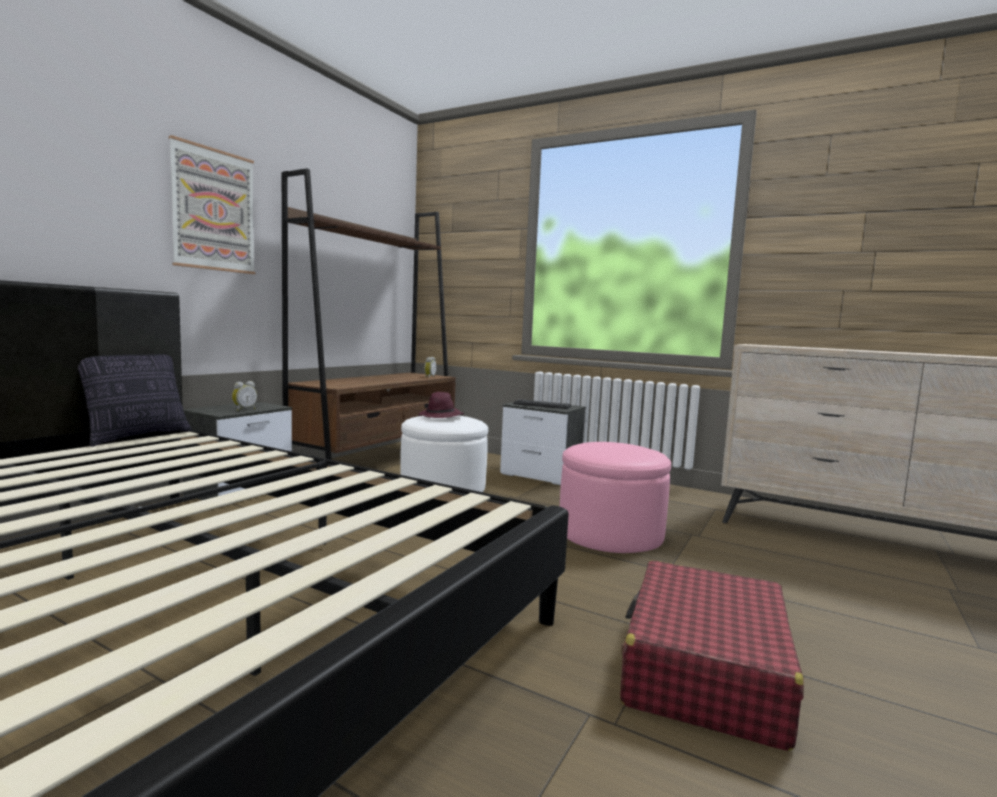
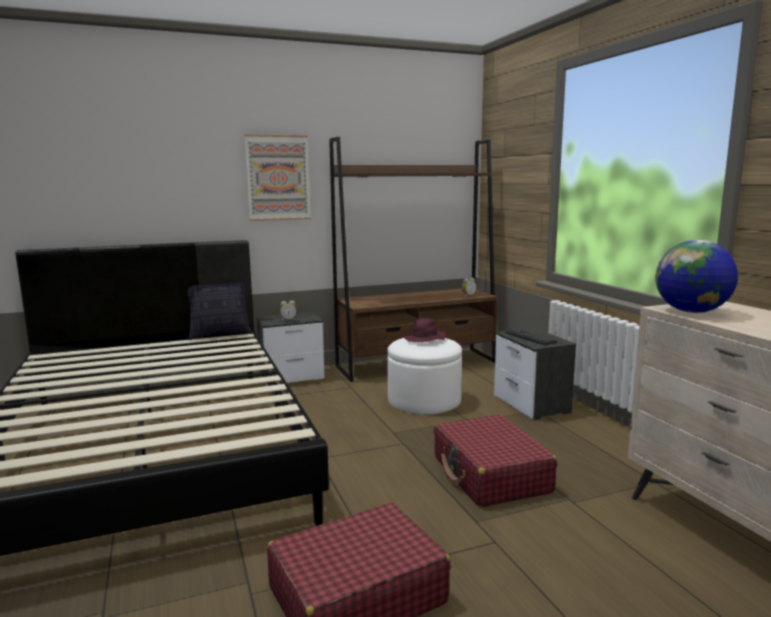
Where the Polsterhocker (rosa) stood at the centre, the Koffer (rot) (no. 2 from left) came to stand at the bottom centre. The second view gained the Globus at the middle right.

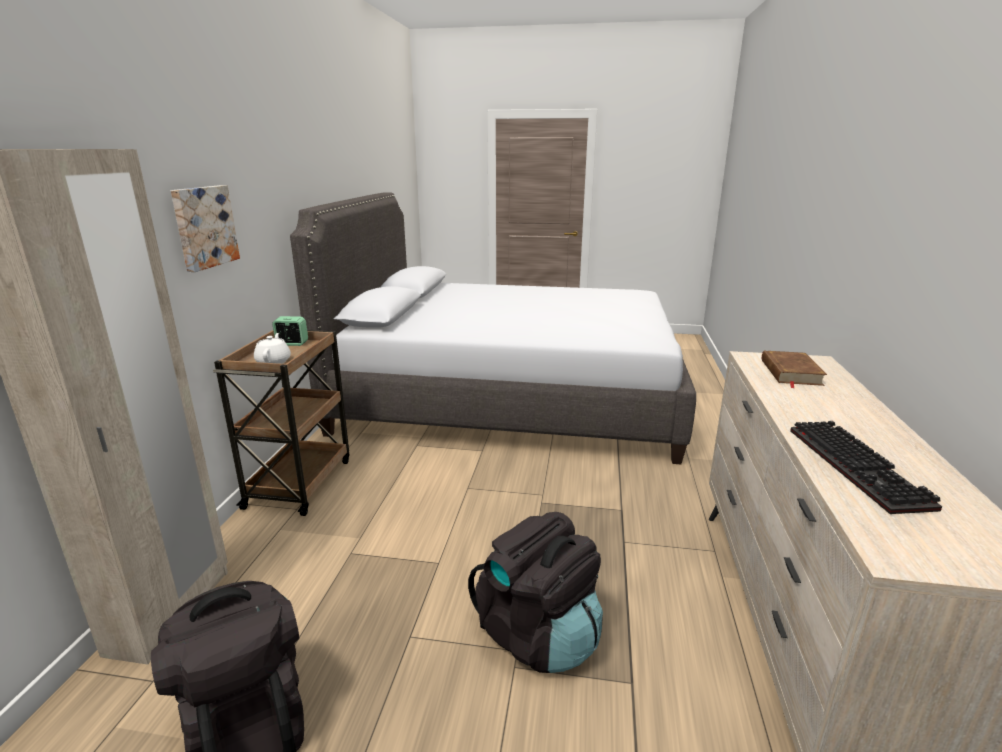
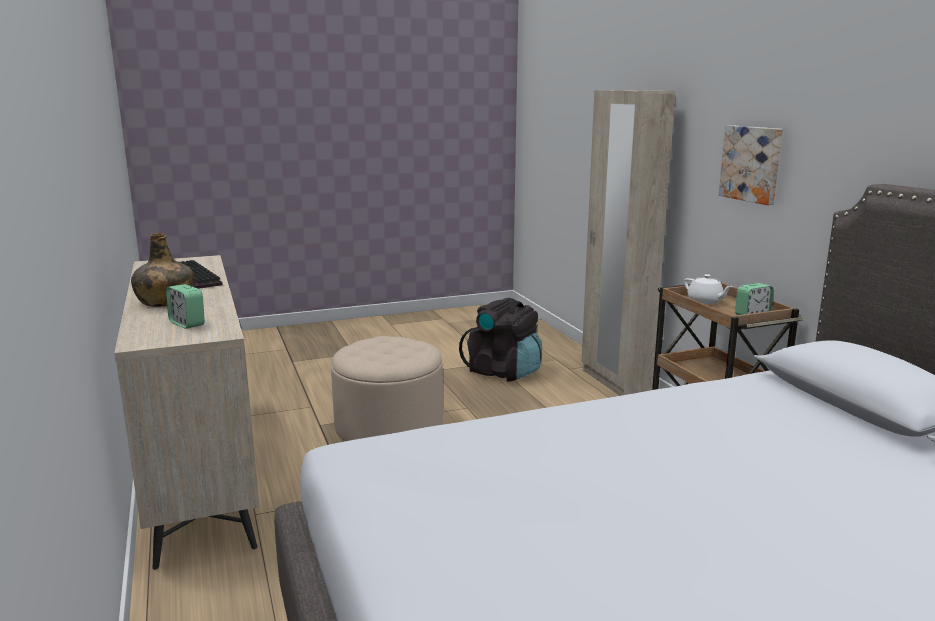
The second view gained the Flasche (grün) at the middle left. Where the Buch (braun) stood at the middle right, the Wecker (no. 1 from left) came to stand at the middle left. Where the Rucksack (schwarz) (no. 2 from left) stood at the bottom centre, the Polsterhocker (beige) came to stand at the centre.

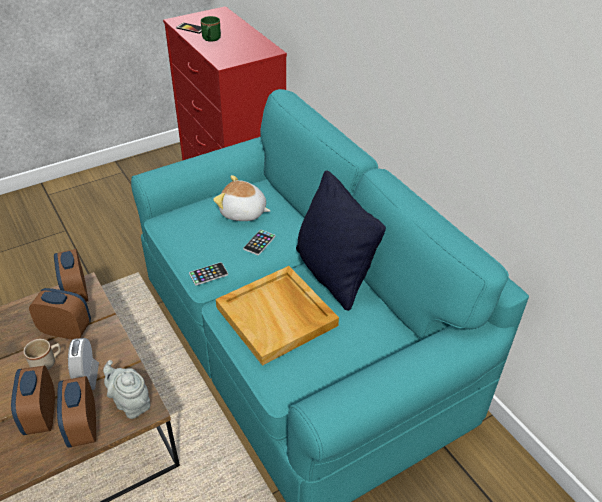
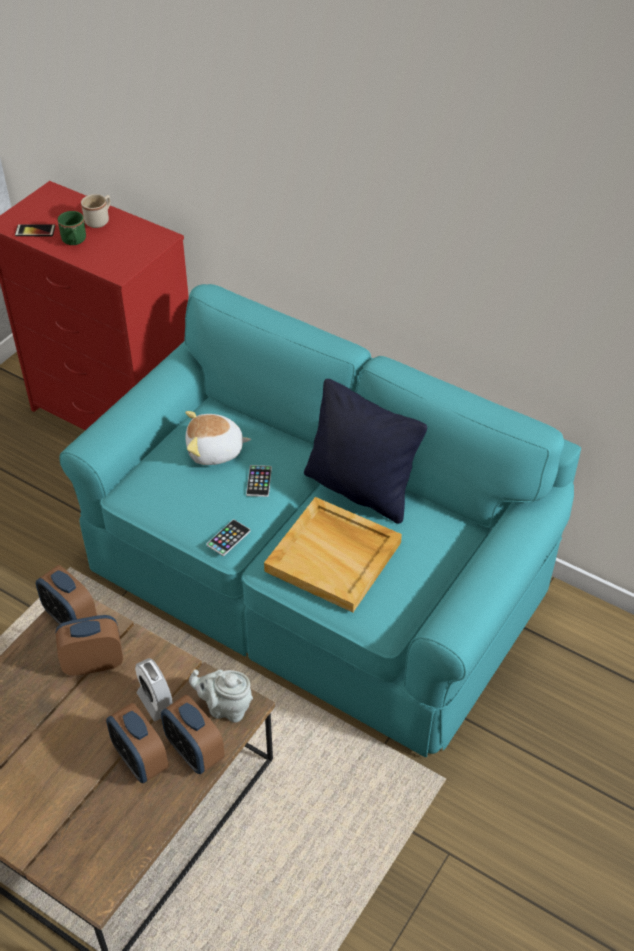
The Henkelbecher (beige) ended up elsewhere, having gone from the bottom left to the top left.

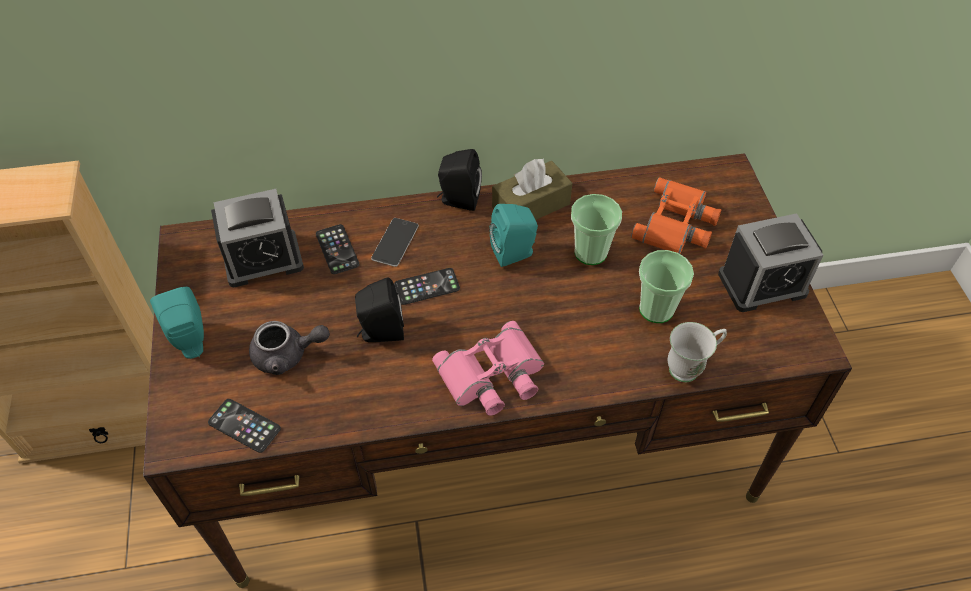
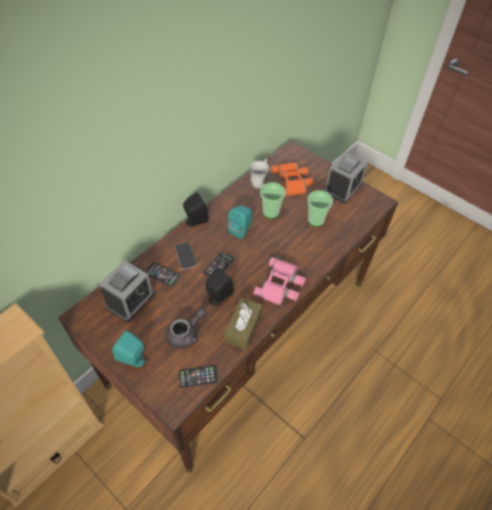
The Taschentuchbox (braun) ended up elsewhere, having gone from the top centre to the centre. The Henkelbecher (weiß) ended up elsewhere, having gone from the middle right to the centre.

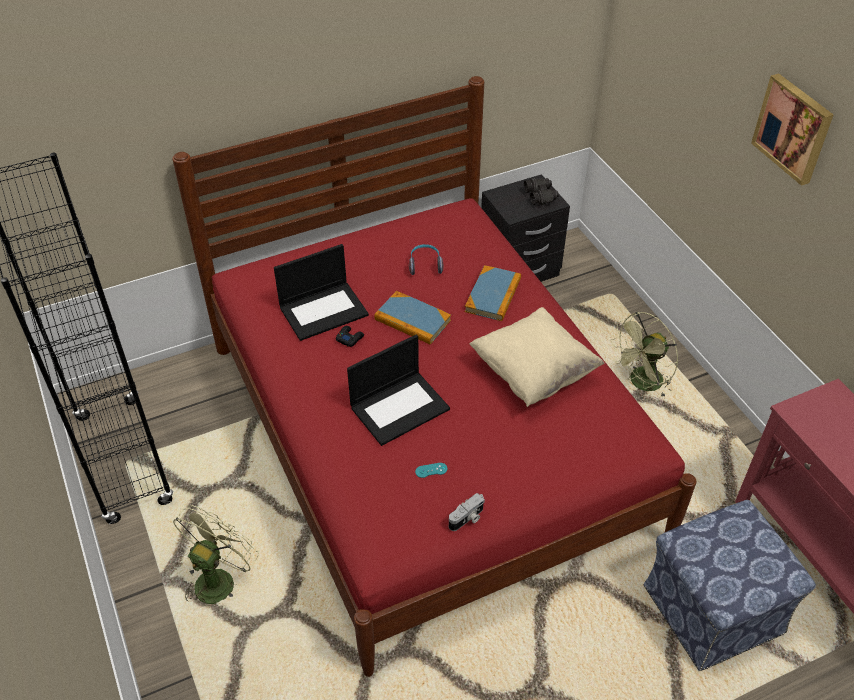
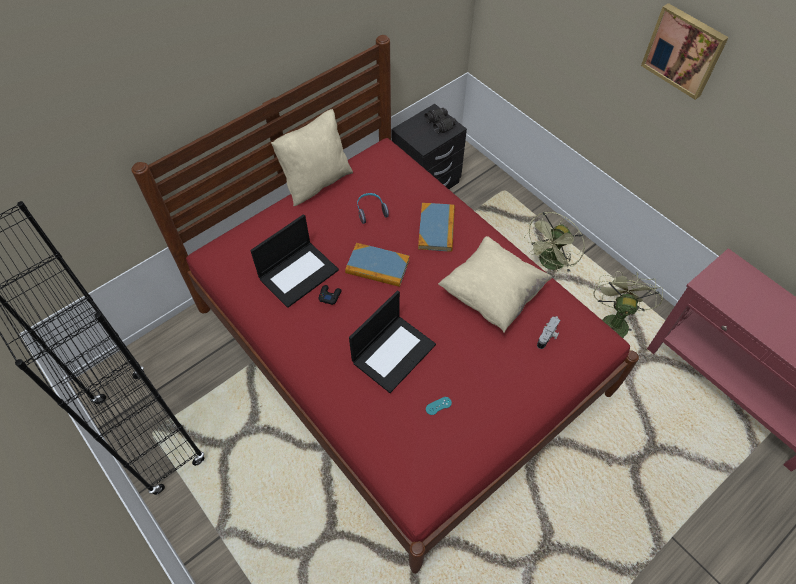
The second view gained the Kissen (beige) (no. 1 from left) at the top centre. The Kamera ended up elsewhere, having gone from the bottom centre to the middle right. The Ventilator (grün) (no. 1 from left in the first image) ended up elsewhere, having gone from the bottom left to the middle right. The second view lost the Polsterhocker at the bottom right.

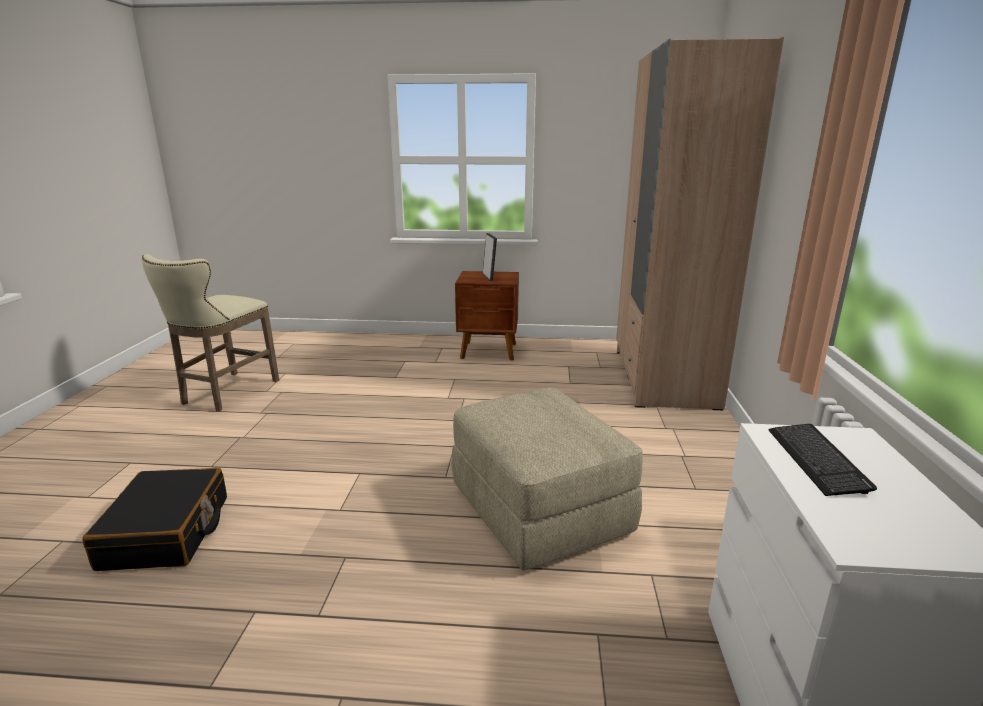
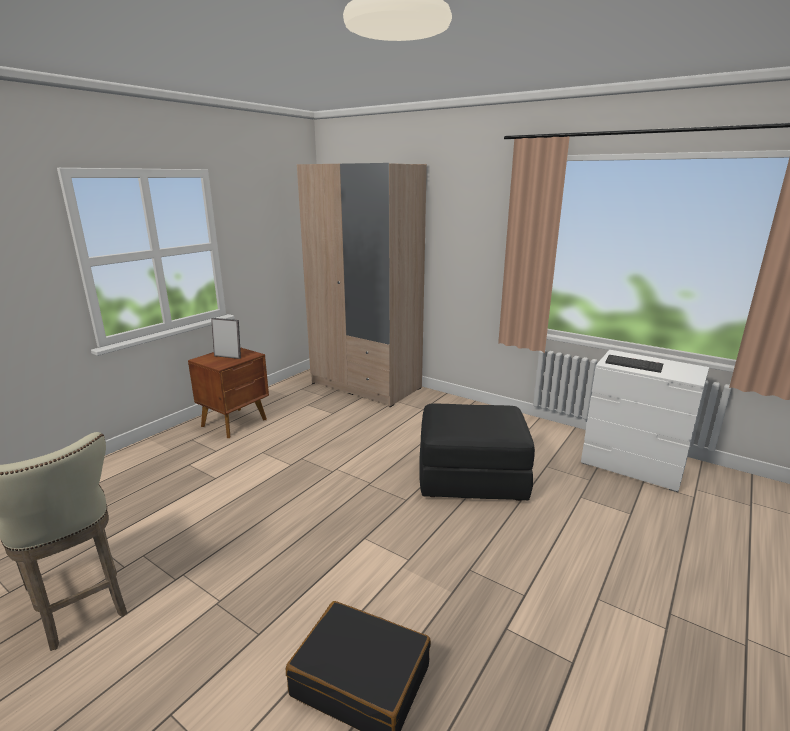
What was the Polsterhocker (beige) at the bottom centre turned into the Polsterhocker (schwarz) at the centre.

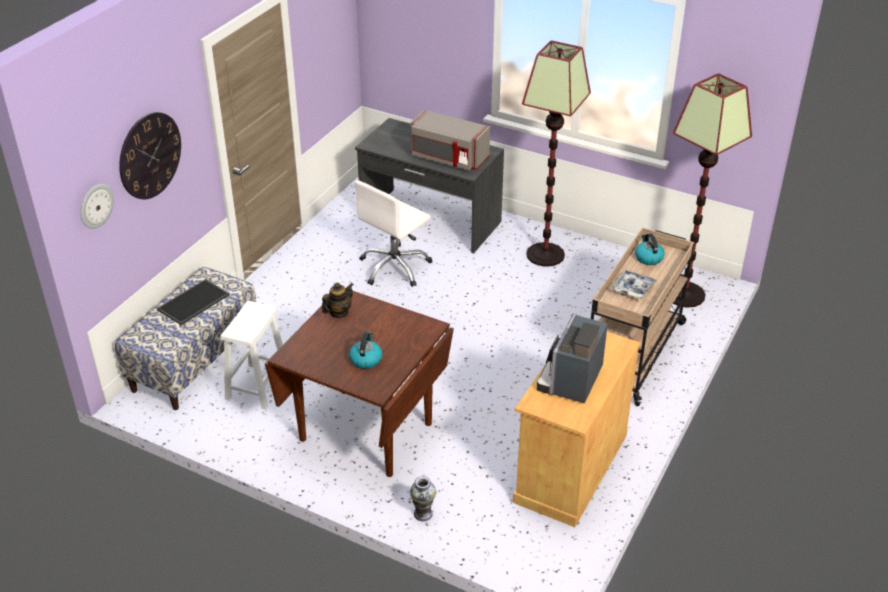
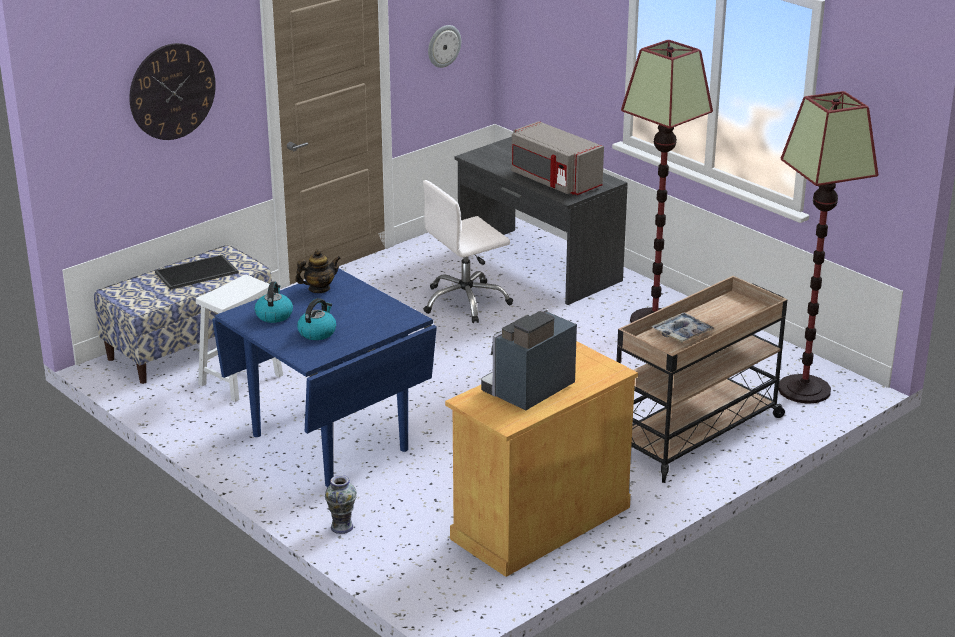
What was the Esstisch (braun) at the centre turned into the Esstisch (blau) at the centre. The Wasserkessel (no. 2 from left in the first image) ended up elsewhere, having gone from the middle right to the middle left. The Wanduhr (no. 1 from left in the first image) ended up elsewhere, having gone from the middle left to the top centre.

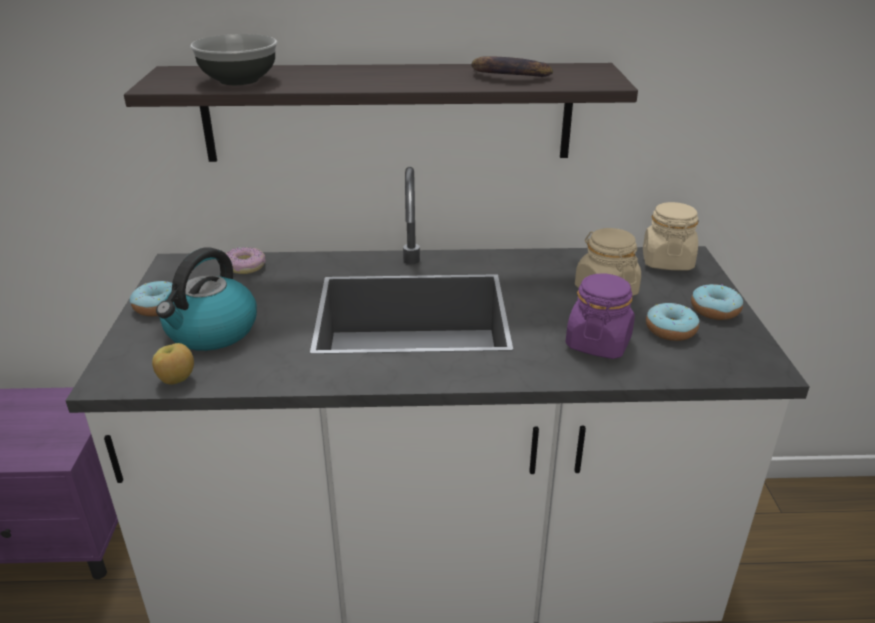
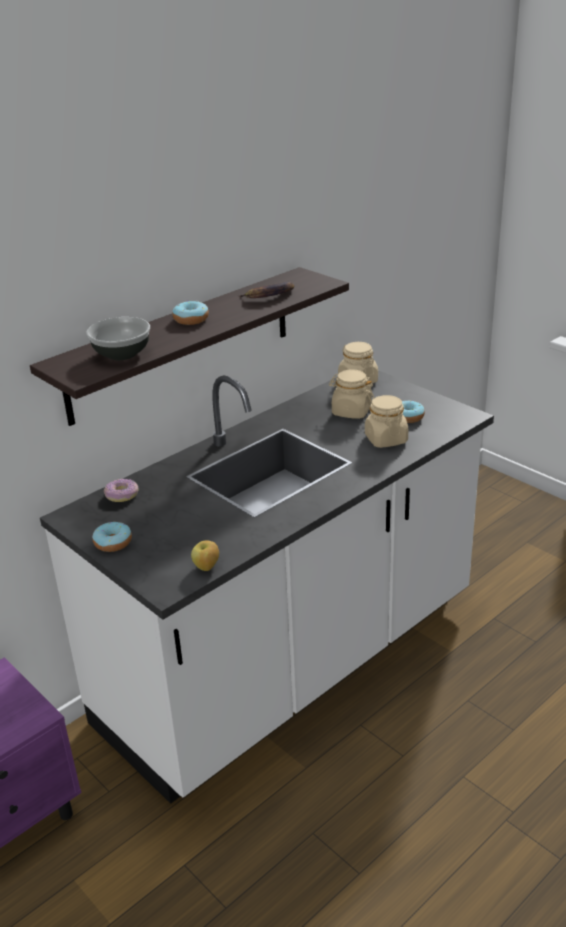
The Donut (no. 4 from left in the first image) ended up elsewhere, having gone from the middle right to the centre. What was the Vorratsglas (lila) at the middle right turned into the Vorratsglas (beige) (no. 3 from left) at the middle right. The second view lost the Wasserkessel at the middle left.

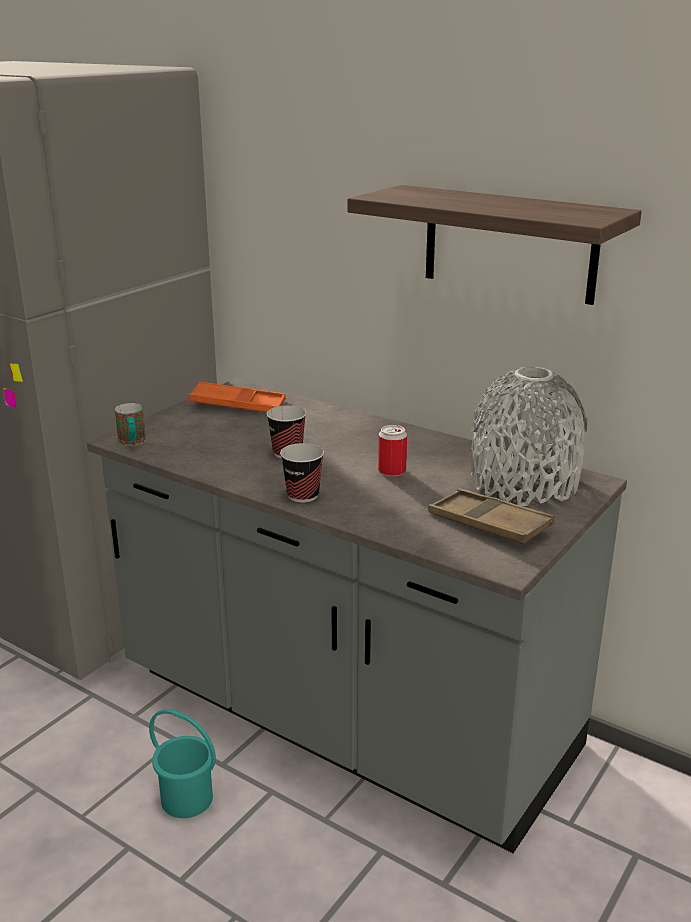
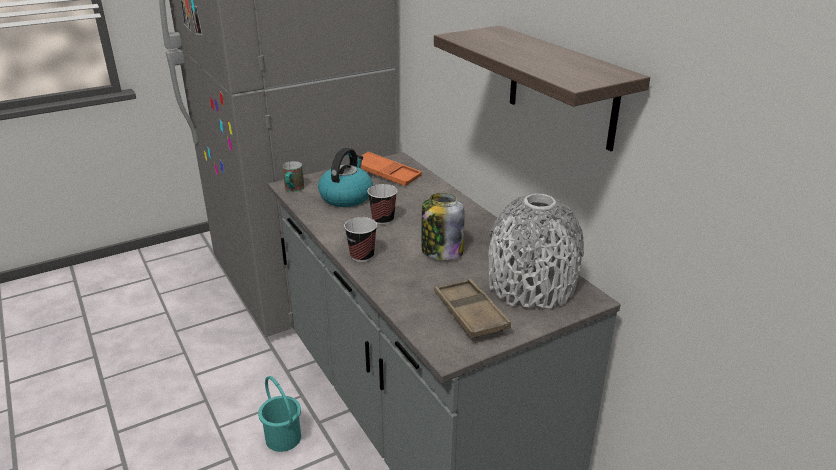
The second view gained the Wasserkessel at the centre. Where the Dose stood at the centre, the Vorratsglas came to stand at the centre.

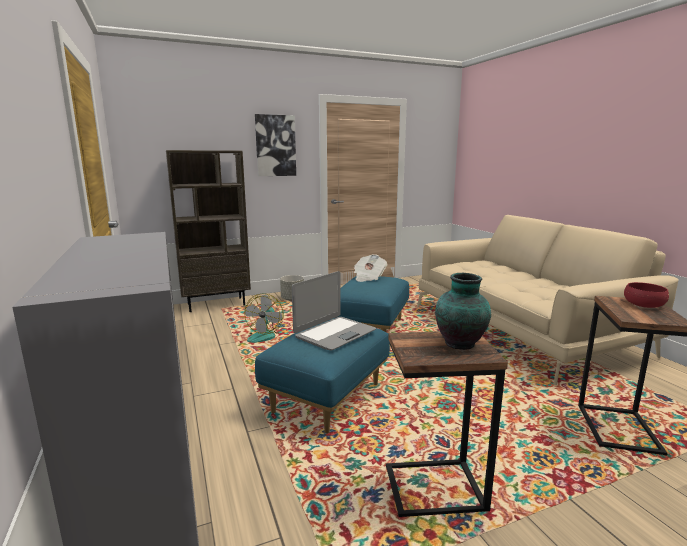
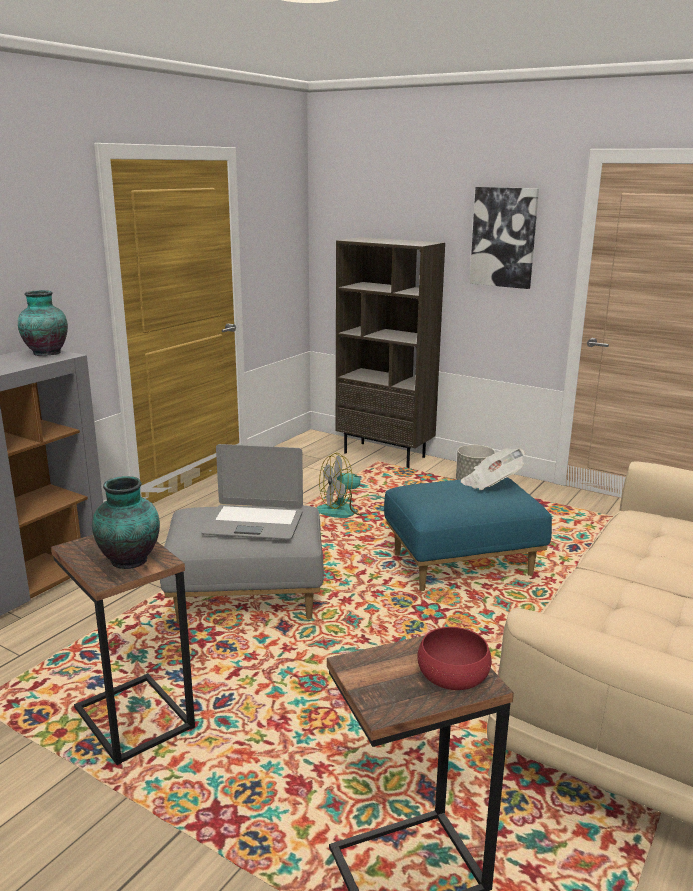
The second view gained the Vase (no. 1 from left) at the middle left. What was the Polsterhocker (blau) (no. 1 from left) at the bottom centre turned into the Polsterhocker (grau) at the centre.

